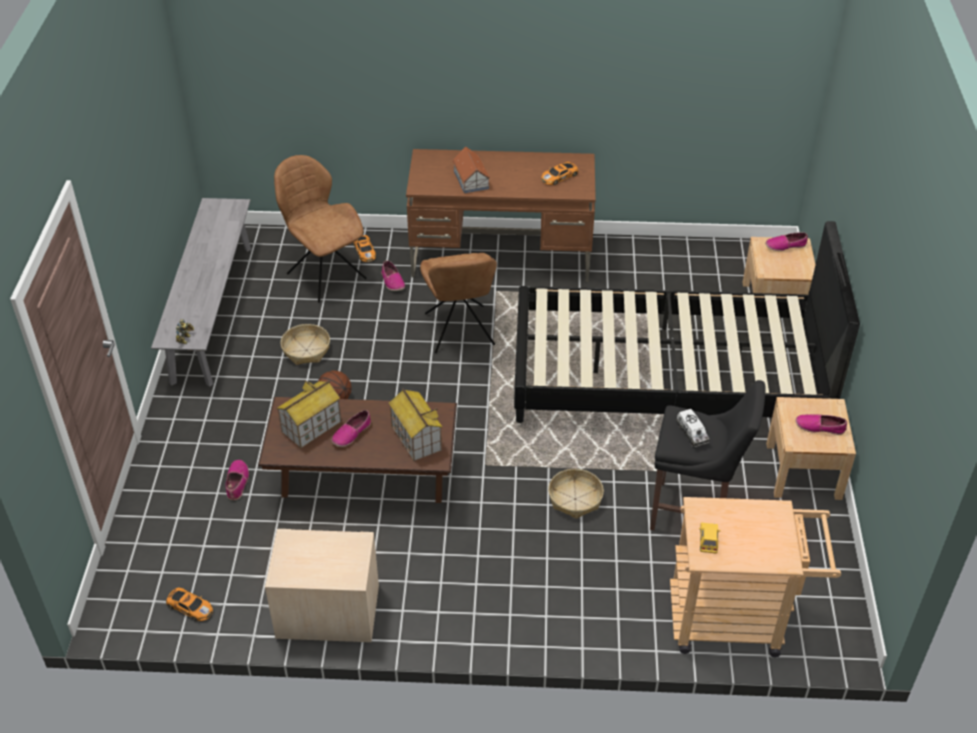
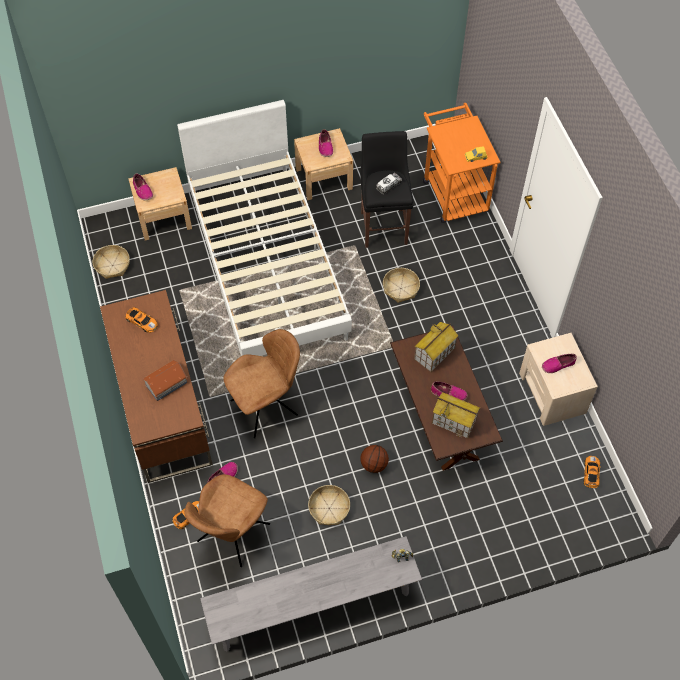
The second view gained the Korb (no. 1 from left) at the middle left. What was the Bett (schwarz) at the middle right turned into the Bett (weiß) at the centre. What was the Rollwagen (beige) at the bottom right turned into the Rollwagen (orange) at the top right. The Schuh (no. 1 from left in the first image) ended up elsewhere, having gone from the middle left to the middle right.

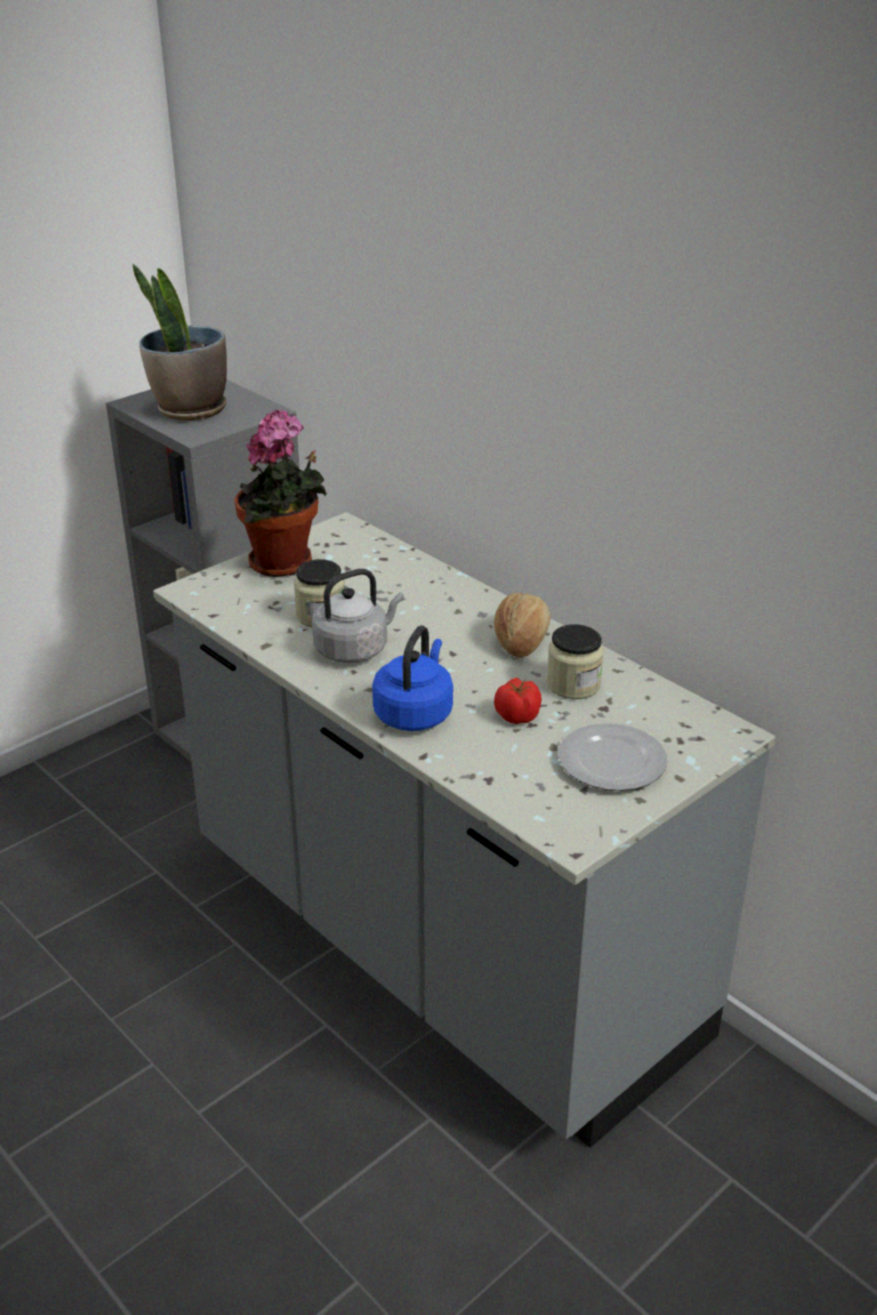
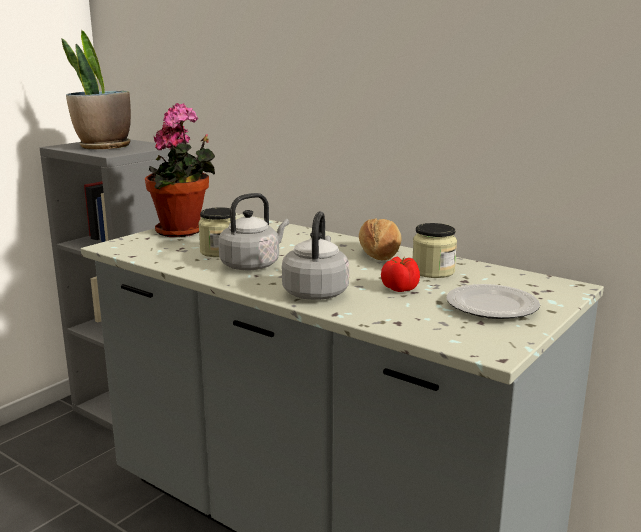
What was the Wasserkessel (blau) at the centre turned into the Wasserkessel (grau) (no. 2 from left) at the centre.

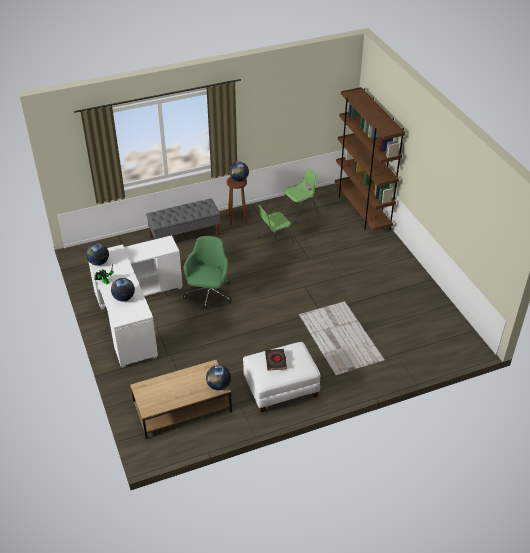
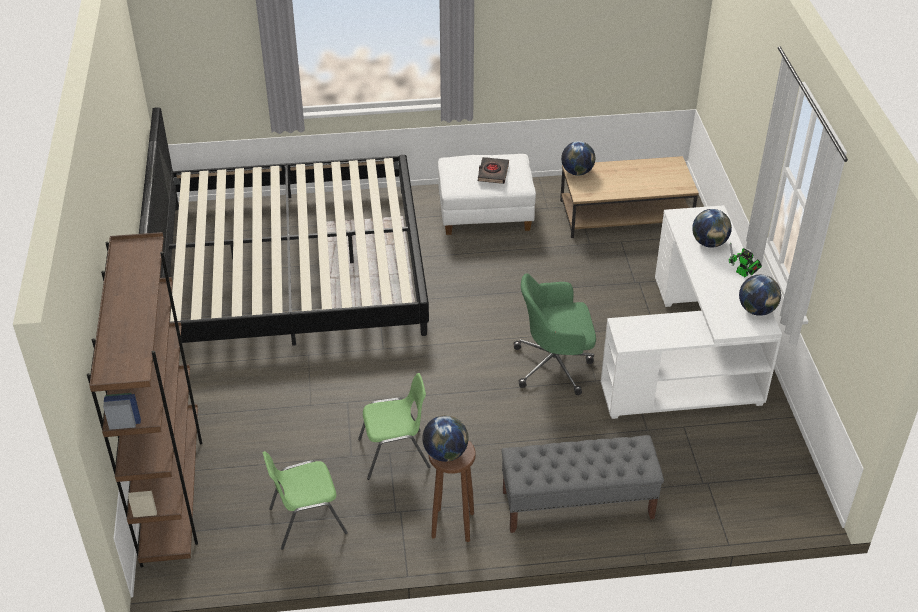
The second view gained the Bett at the middle left. The Bürostuhl (grün) at the centre ended up facing another way, 60 degrees clockwise from before.

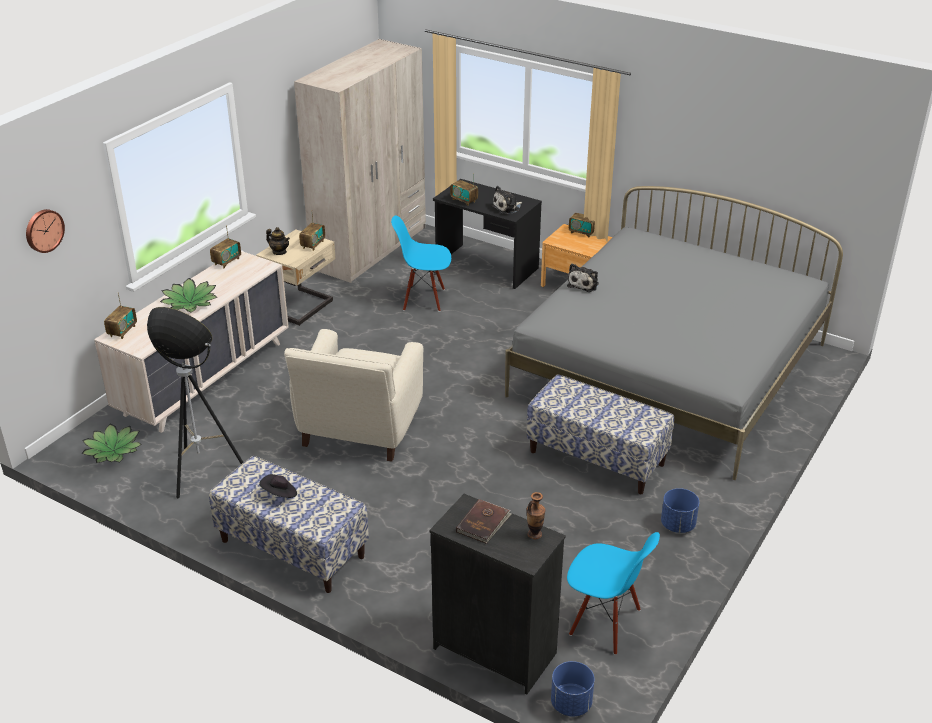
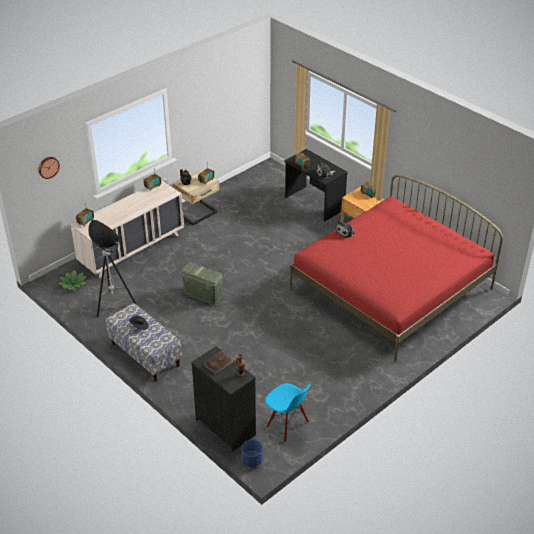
Where the Sessel (beige) stood at the centre, the Aufbewahrungsbox (grün) came to stand at the centre. What was the Bett (grau) at the middle right turned into the Bett (rot) at the middle right. The second view lost the Topfpflanze (no. 2 from left) at the middle left. The second view lost the Kleiderschrank (beige) at the top centre. The second view lost the Stuhl (blau) (no. 1 from left) at the centre. The second view lost the Bank (no. 2 from left) at the centre. The second view lost the Pflanzkübel (blau) (no. 2 from left) at the bottom right.

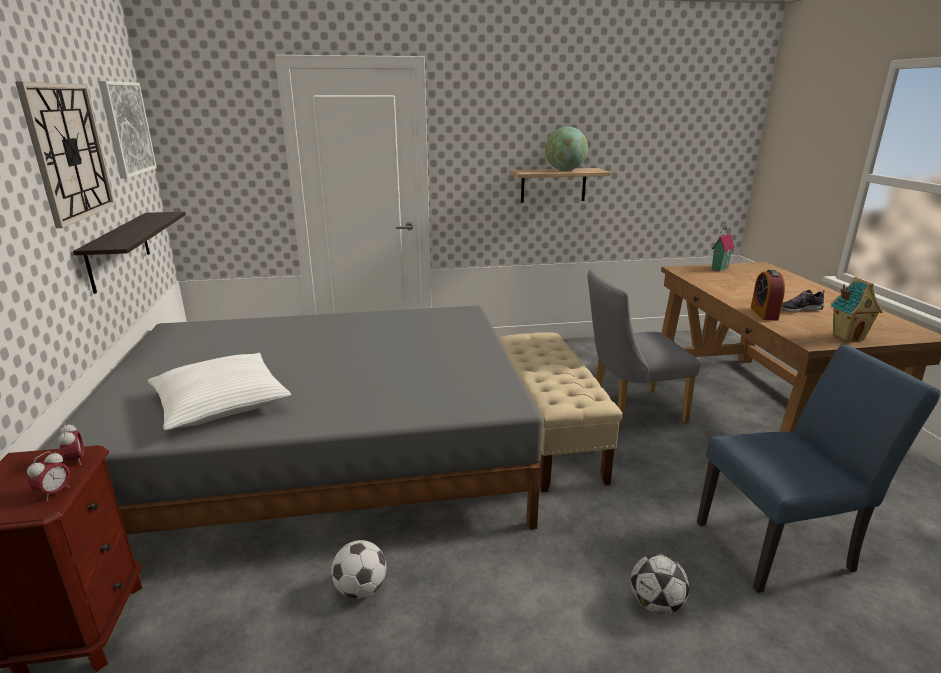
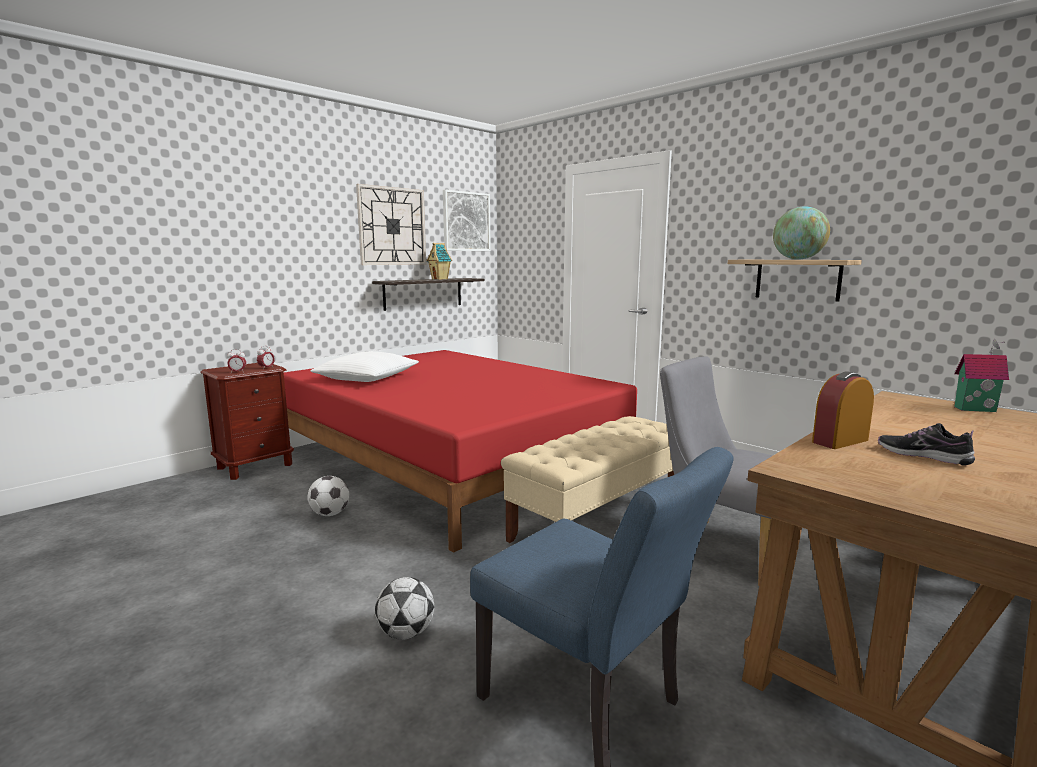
What was the Bett (grau) at the middle left turned into the Bett (rot) at the centre. The Spielzeughaus (no. 2 from left in the first image) ended up elsewhere, having gone from the middle right to the centre.

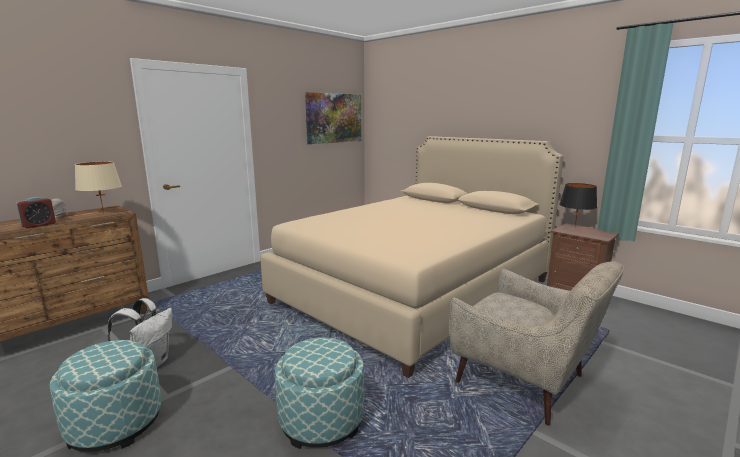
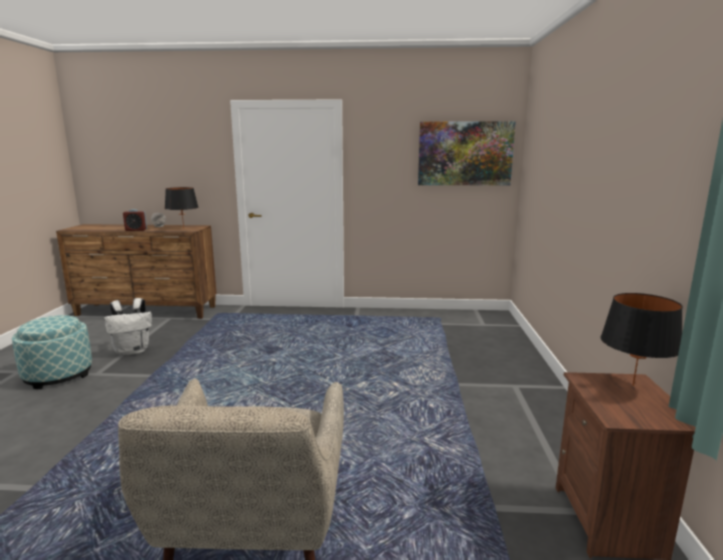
What was the Tischlampe (beige) at the middle left turned into the Tischlampe (schwarz) (no. 1 from left) at the middle left. The second view lost the Bett (beige) at the centre. The second view lost the Polsterhocker (no. 2 from left) at the bottom centre.

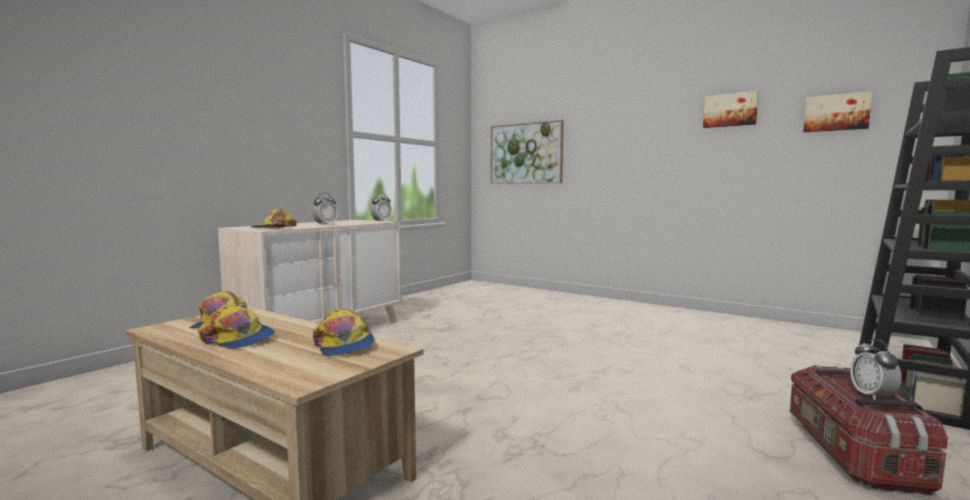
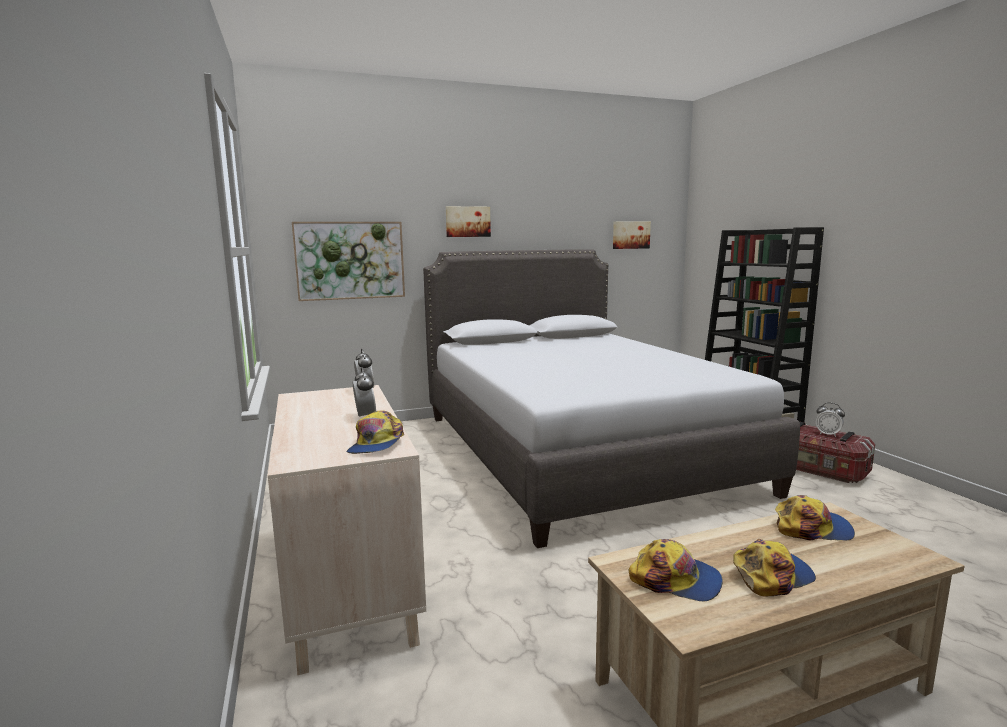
The second view gained the Bett (grau) at the centre. The Bild (no. 2 from left) ended up elsewhere, having gone from the top right to the top centre.

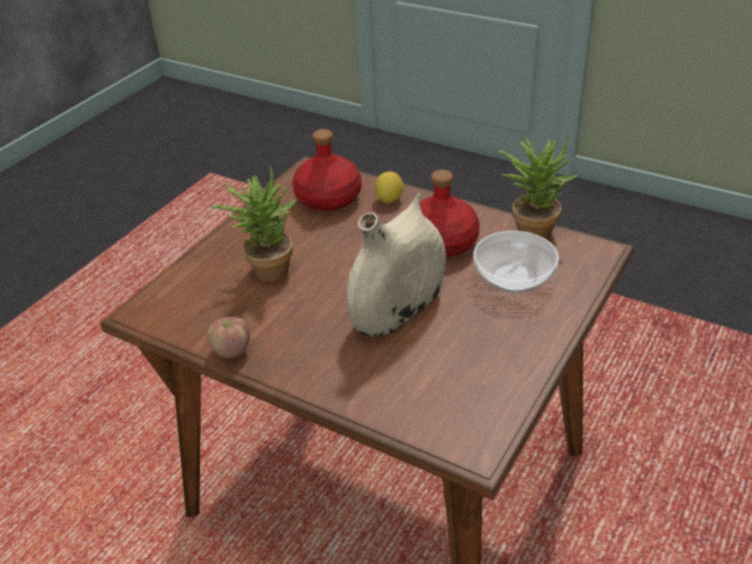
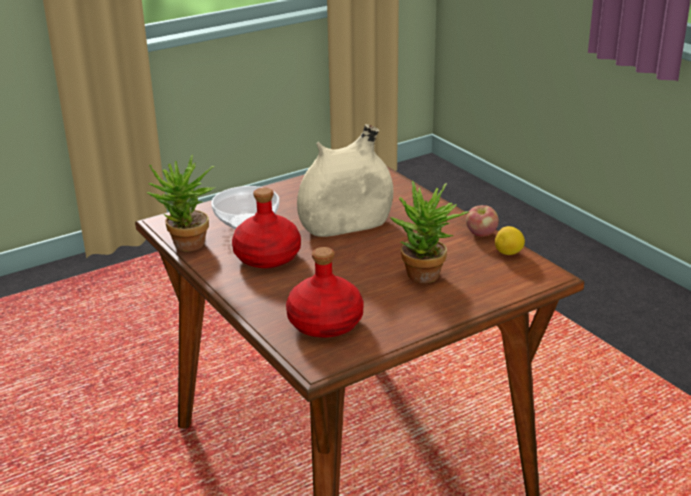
The Zitrone ended up elsewhere, having gone from the top centre to the middle right.

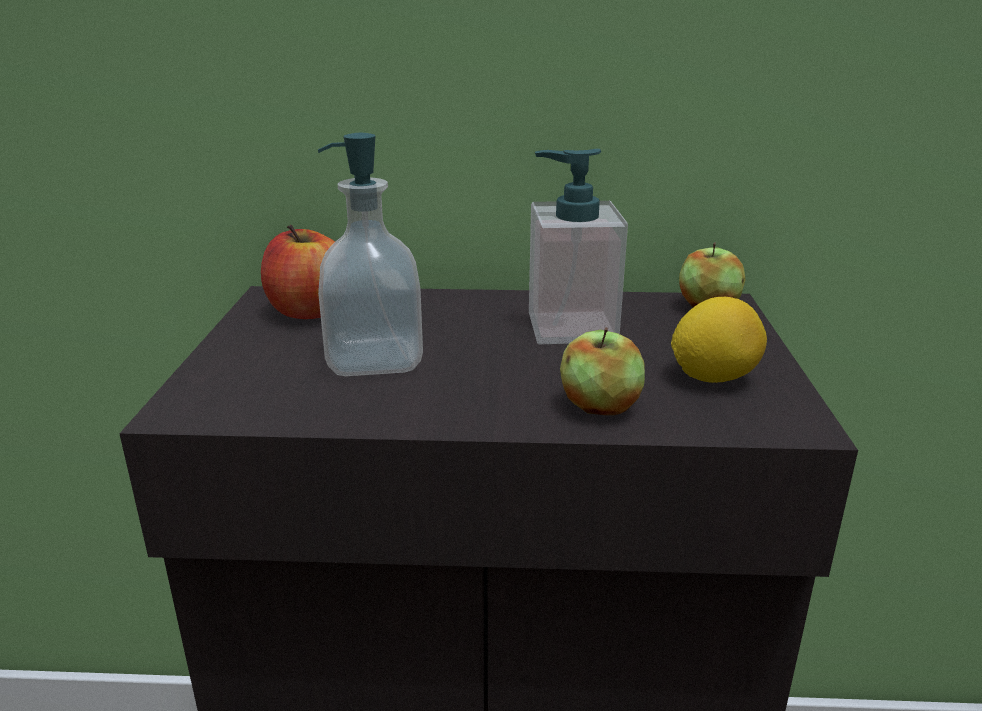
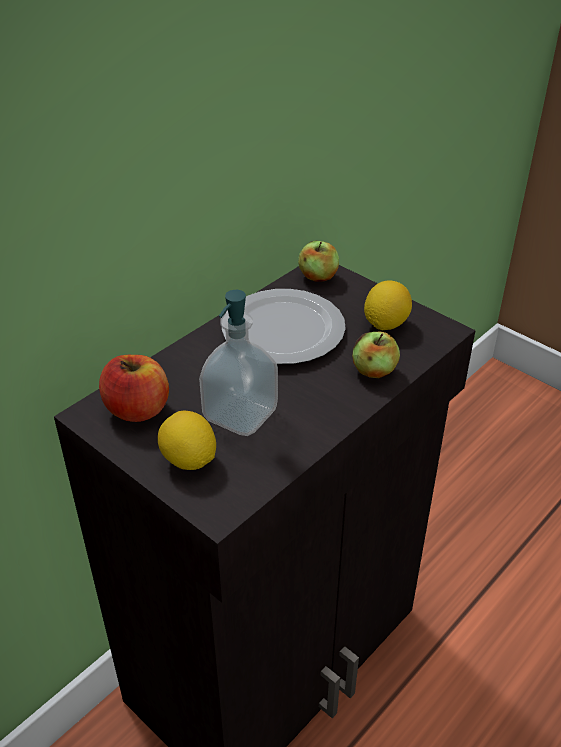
The second view gained the Zitrone (no. 1 from left) at the centre. Where the Seifenspender (no. 2 from left) stood at the centre, the Teller came to stand at the centre.

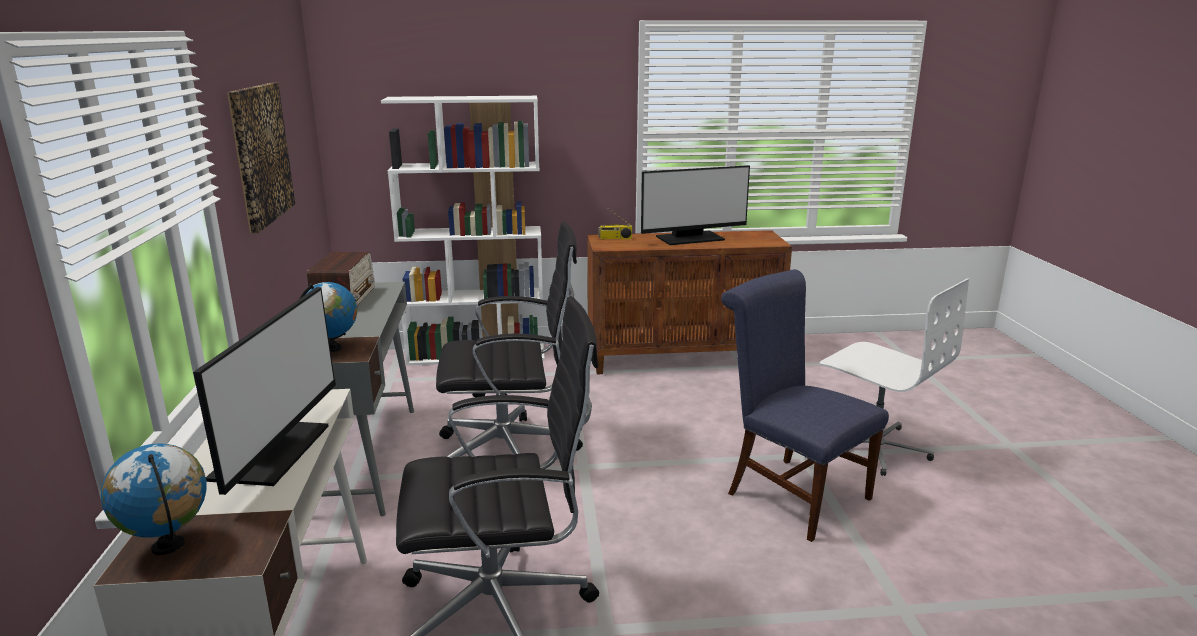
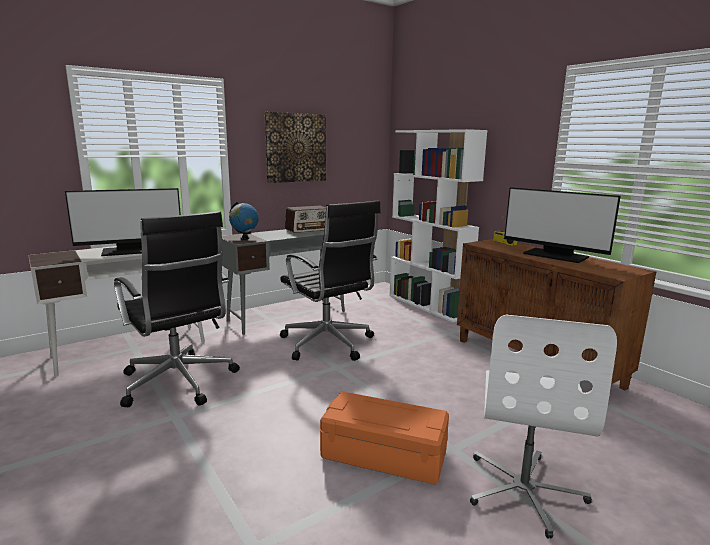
Where the Stuhl (blau) stood at the middle right, the Aufbewahrungsbox (orange) came to stand at the bottom centre. The second view lost the Globus (no. 1 from left) at the bottom left.

